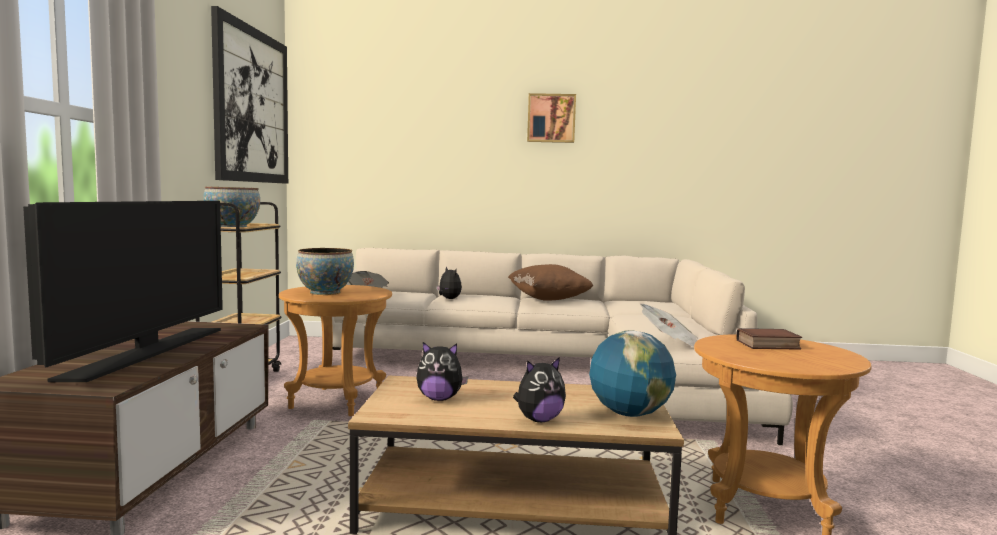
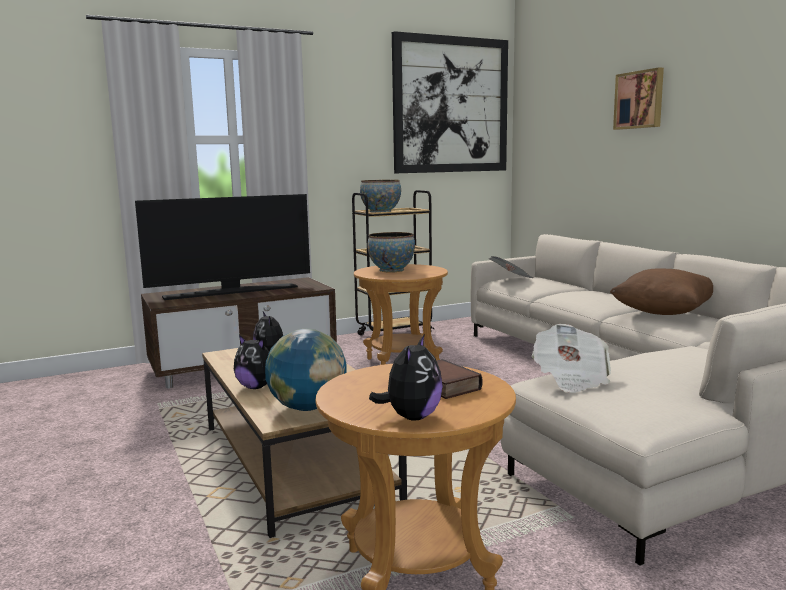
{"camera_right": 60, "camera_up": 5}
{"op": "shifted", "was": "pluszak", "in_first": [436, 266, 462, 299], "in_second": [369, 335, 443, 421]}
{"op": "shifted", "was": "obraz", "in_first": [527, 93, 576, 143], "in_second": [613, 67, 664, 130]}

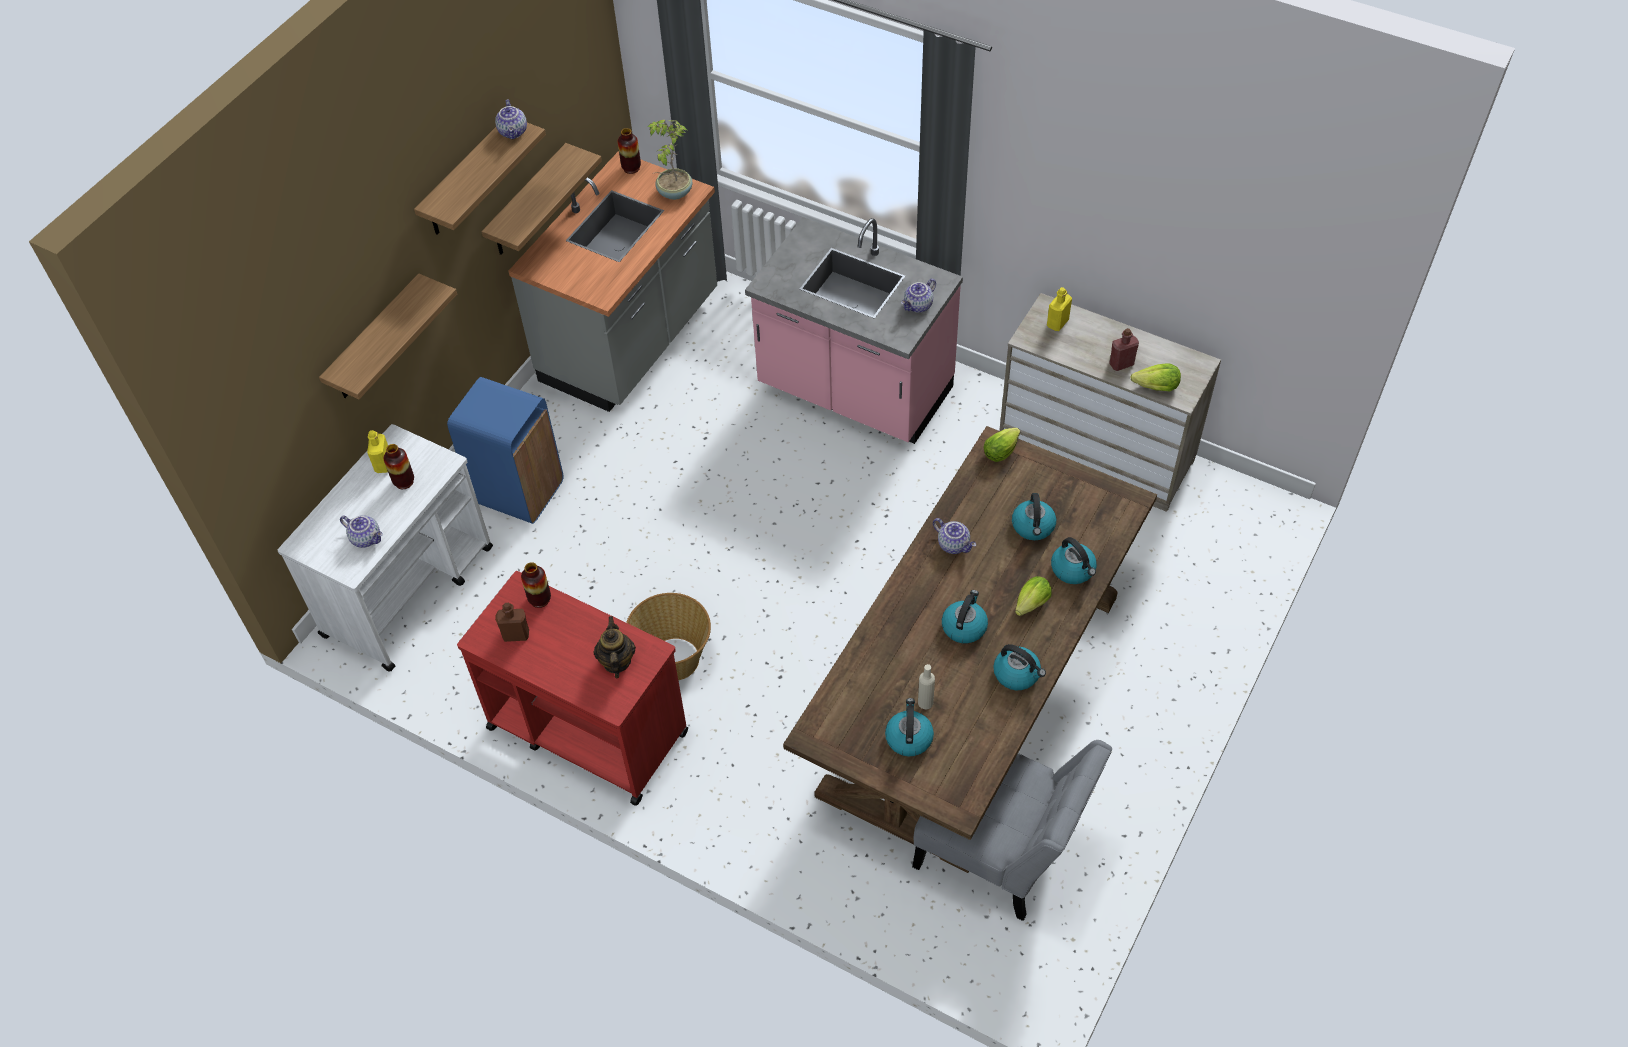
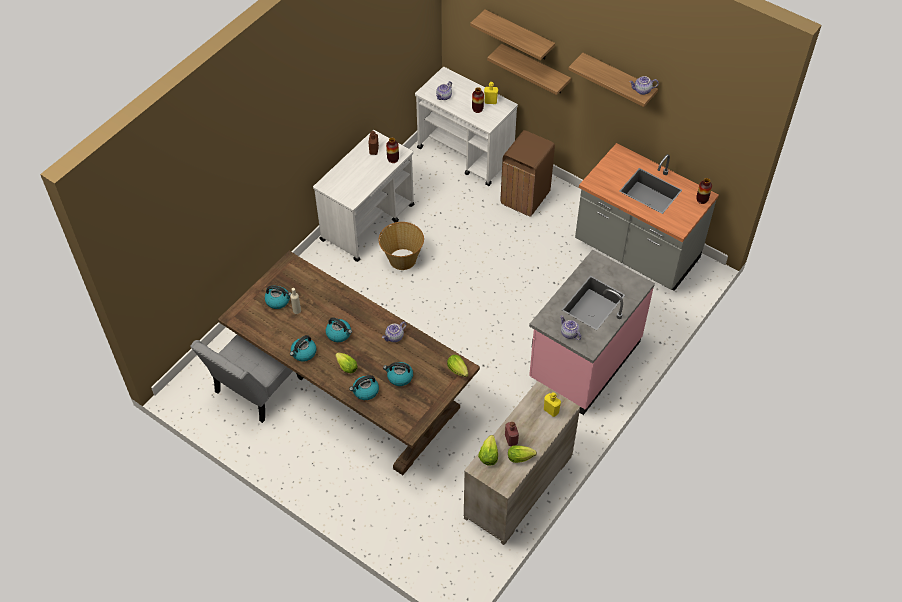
{"camera_right": 95, "camera_up": 0}
{"op": "repainted", "was": "wózek/czerwony", "now": "wózek/biały", "in_first": [457, 571, 689, 806], "in_second": [313, 130, 414, 262]}
{"op": "shifted", "was": "półka", "in_first": [481, 143, 602, 255], "in_second": [470, 10, 555, 60]}
{"op": "repainted", "was": "kosz na śmieci/niebieski", "now": "kosz na śmieci/brązowy", "in_first": [447, 377, 564, 524], "in_second": [501, 130, 555, 217]}
{"op": "new", "now": "sałata", "in_second": [508, 445, 537, 463]}
{"op": "gone", "was": "imbryk", "in_first": [594, 616, 636, 678]}
{"op": "gone", "was": "roślina doniczkowa", "in_first": [647, 120, 693, 200]}

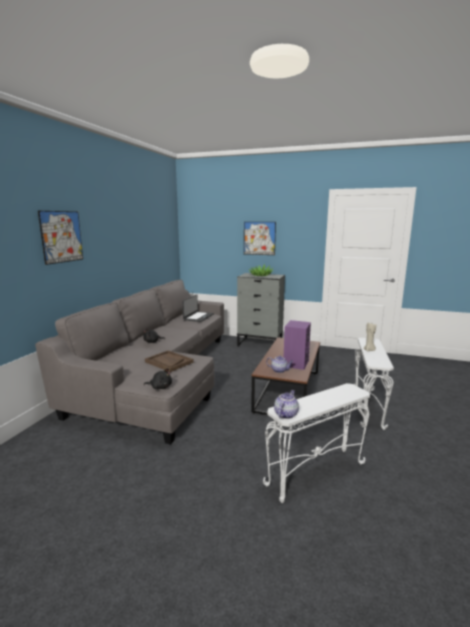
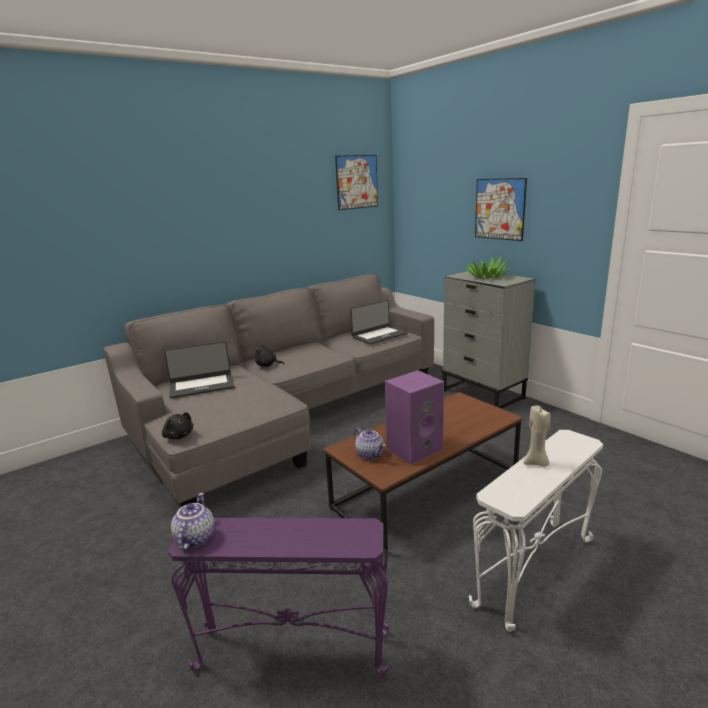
{"camera_right": 35, "camera_up": 5}
{"op": "new", "now": "laptop", "in_second": [164, 341, 234, 398]}
{"op": "repainted", "was": "stolik/biały", "now": "stolik/fioletowy", "in_first": [263, 383, 370, 503], "in_second": [168, 518, 389, 676]}
{"op": "rotated", "was": "imbryk", "in_first": [274, 390, 299, 419], "in_second": [171, 493, 215, 551], "clockwise": -60}
{"op": "shifted", "was": "obraz", "in_first": [38, 211, 83, 265], "in_second": [335, 155, 378, 210]}
{"op": "gone", "was": "taca/brązowy", "in_first": [145, 350, 193, 372]}

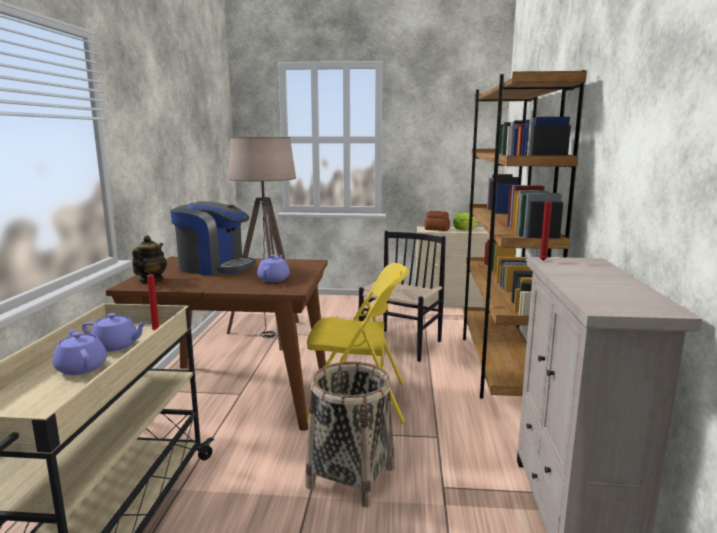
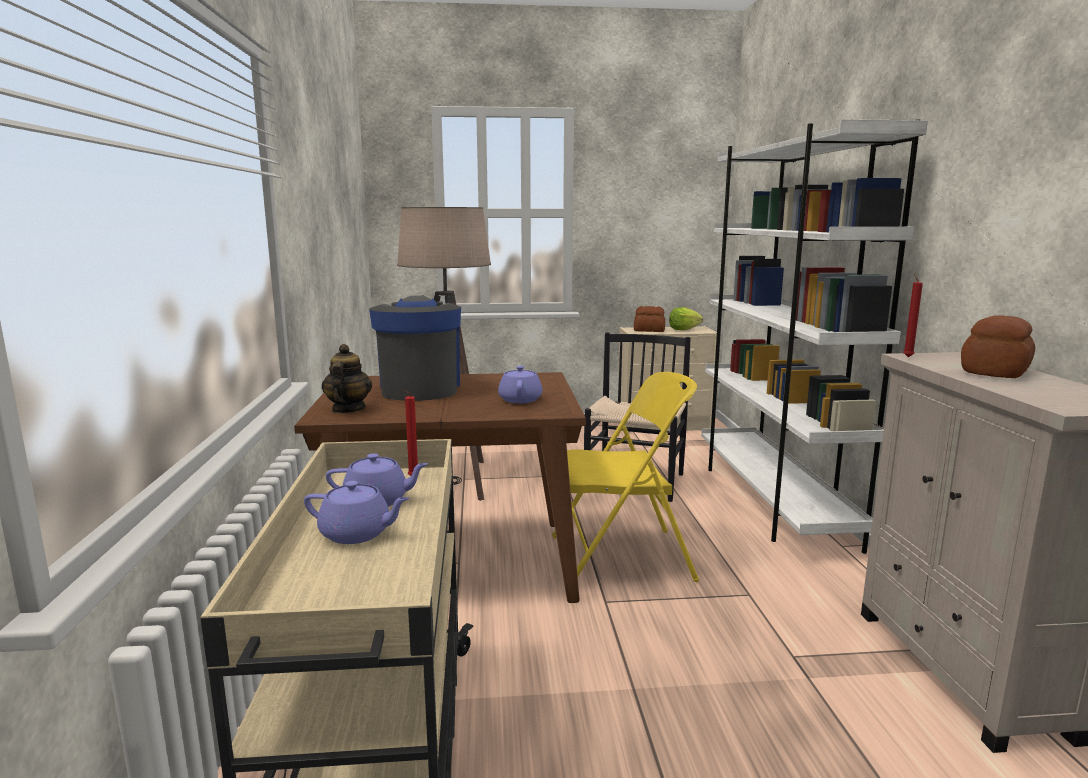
{"camera_right": -10, "camera_up": 0}
{"op": "rotated", "was": "imbryk/fioletowy", "in_first": [53, 329, 107, 375], "in_second": [304, 481, 410, 544], "clockwise": 150}
{"op": "rotated", "was": "ekspres do kawy", "in_first": [170, 201, 256, 276], "in_second": [369, 296, 461, 401], "clockwise": -105}
{"op": "repainted", "was": "regał/brązowy", "now": "regał/biały", "in_first": [463, 70, 587, 399], "in_second": [701, 119, 928, 554]}
{"op": "new", "now": "chleb", "in_second": [961, 315, 1035, 378]}
{"op": "gone", "was": "koszyk", "in_first": [305, 361, 395, 507]}

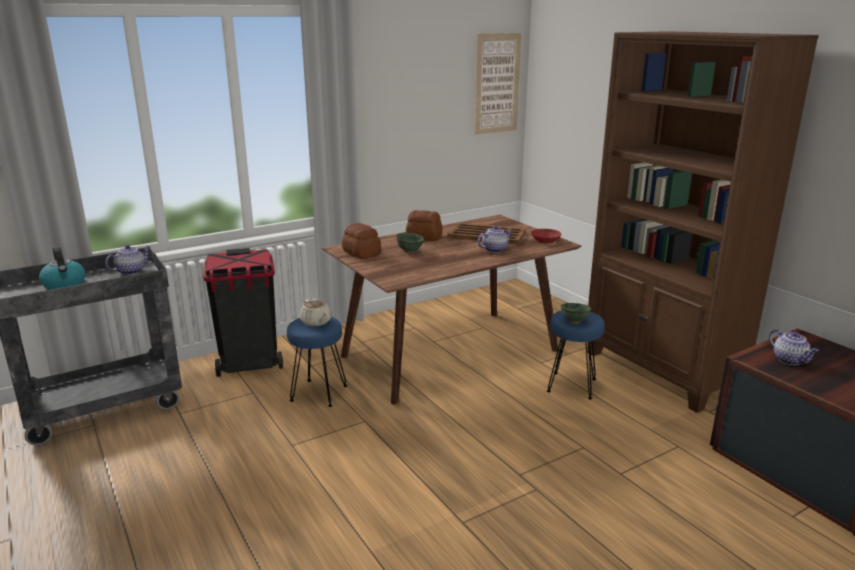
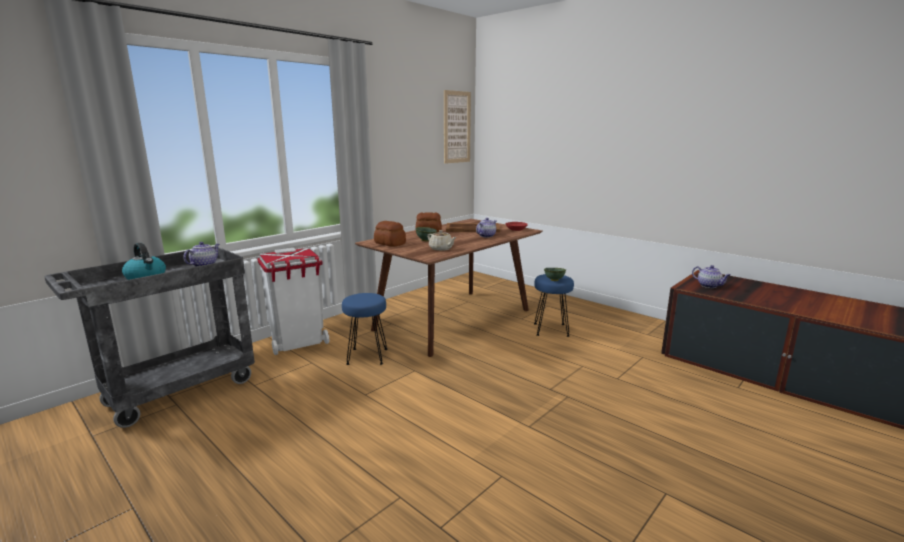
{"camera_right": -15, "camera_up": -5}
{"op": "repainted", "was": "kosz na śmieci/czarny", "now": "kosz na śmieci/biały", "in_first": [203, 248, 283, 377], "in_second": [257, 248, 329, 355]}
{"op": "shifted", "was": "imbryk/beżowy", "in_first": [300, 299, 332, 326], "in_second": [427, 230, 457, 251]}
{"op": "gone", "was": "regał/brązowy", "in_first": [587, 31, 819, 413]}

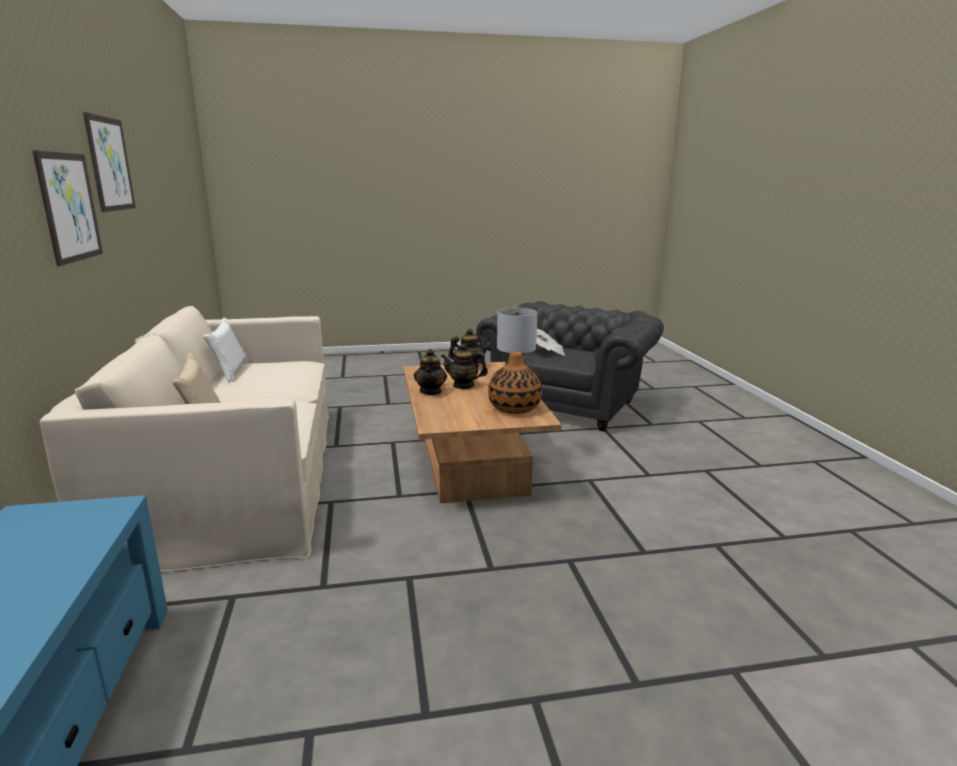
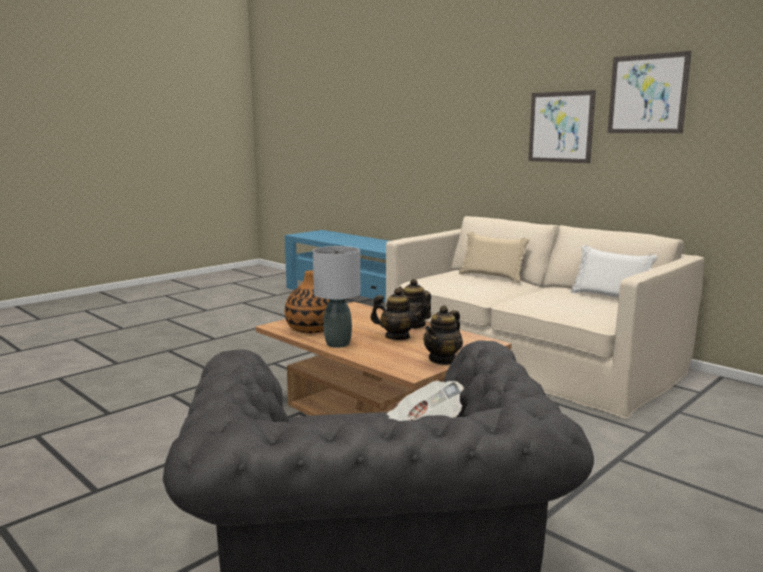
{"camera_right": 145, "camera_up": -5}
{"op": "rotated", "was": "imbryk", "in_first": [441, 344, 488, 389], "in_second": [370, 288, 425, 340], "clockwise": 45}

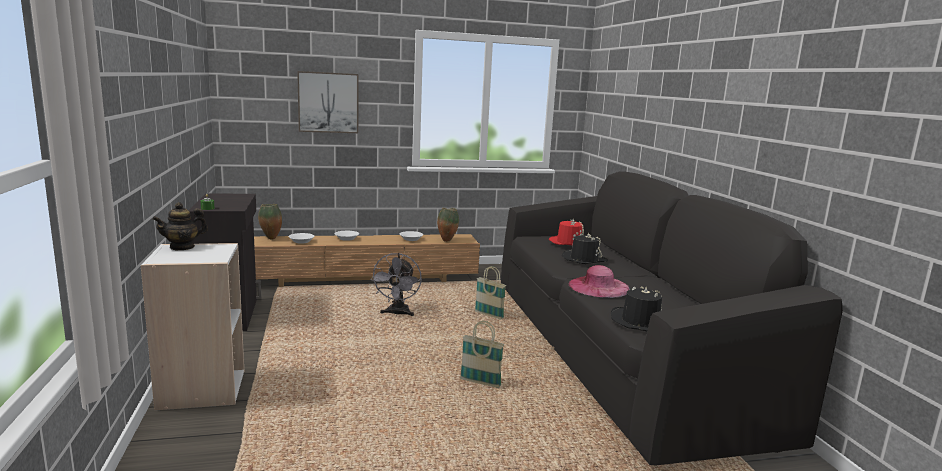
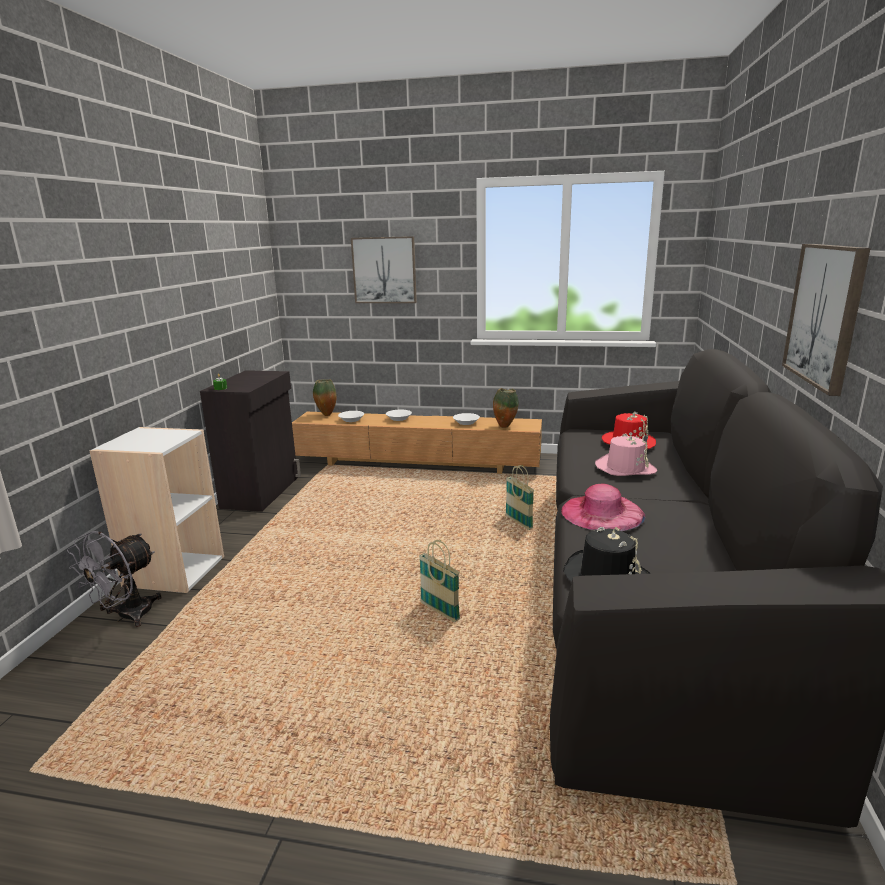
{"camera_right": 25, "camera_up": 5}
{"op": "shifted", "was": "wentylator/szary", "in_first": [371, 253, 422, 316], "in_second": [67, 531, 162, 627]}
{"op": "repainted", "was": "kapelusz/czarny", "now": "kapelusz/różowy", "in_first": [562, 233, 608, 264], "in_second": [595, 434, 657, 476]}
{"op": "new", "now": "obraz", "in_second": [782, 244, 871, 396]}
{"op": "gone", "was": "imbryk", "in_first": [153, 202, 208, 250]}

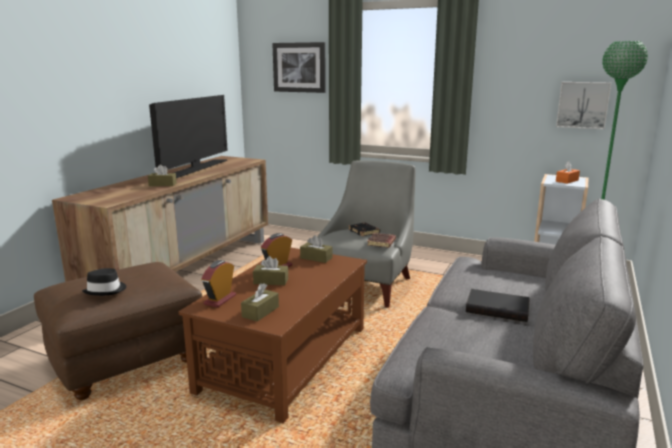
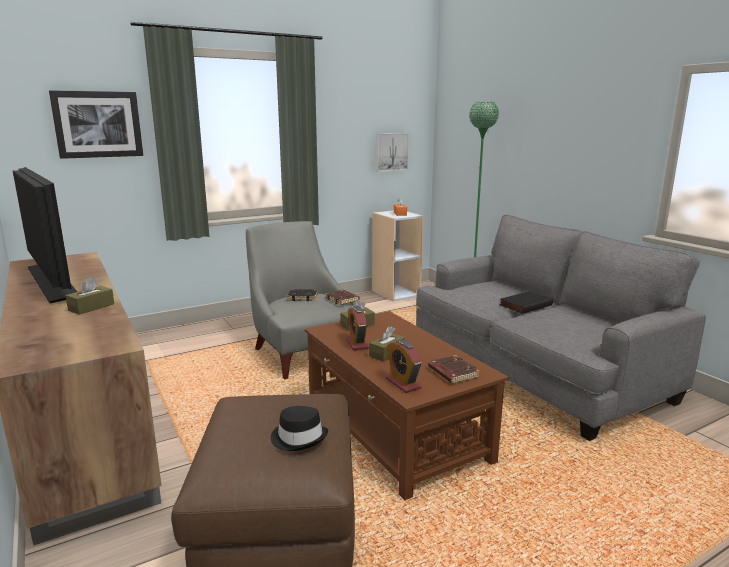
{"camera_right": -55, "camera_up": 0}
{"op": "swapped", "was": "pudełko chusteczek/brązowy", "now": "książka/brązowy", "in_first": [241, 283, 279, 322], "in_second": [428, 355, 480, 384]}

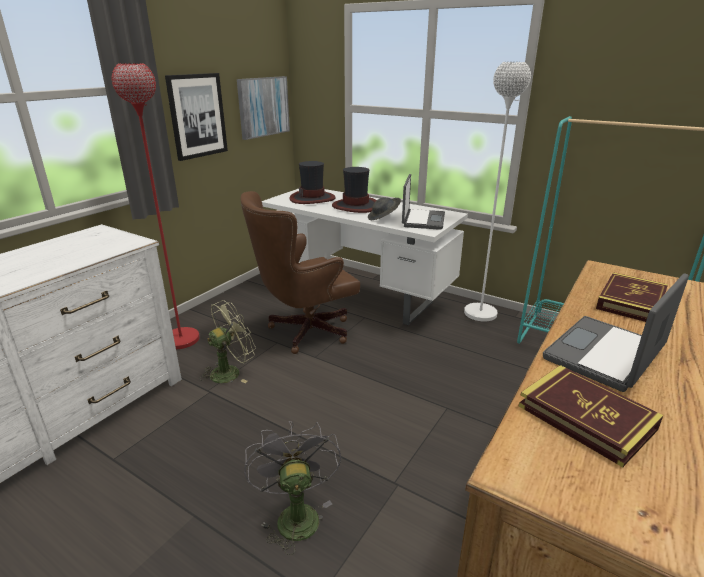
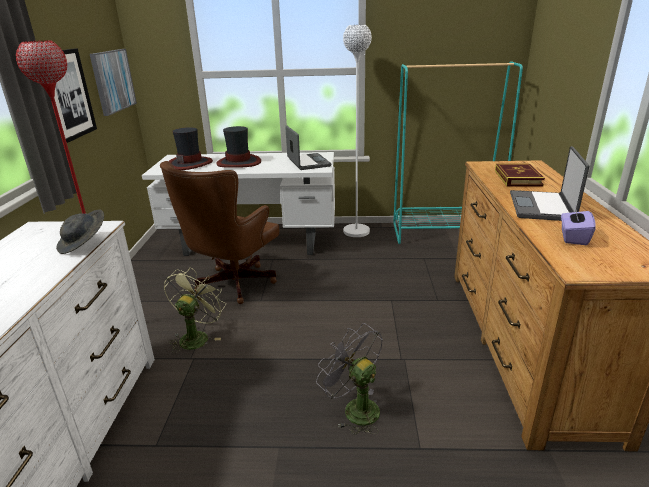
{"camera_right": -30, "camera_up": 0}
{"op": "shifted", "was": "kapelusz/szary", "in_first": [368, 197, 401, 220], "in_second": [56, 210, 104, 254]}
{"op": "swapped", "was": "książka", "now": "pudełko chusteczek/fioletowy", "in_first": [519, 365, 664, 467], "in_second": [561, 204, 595, 245]}

